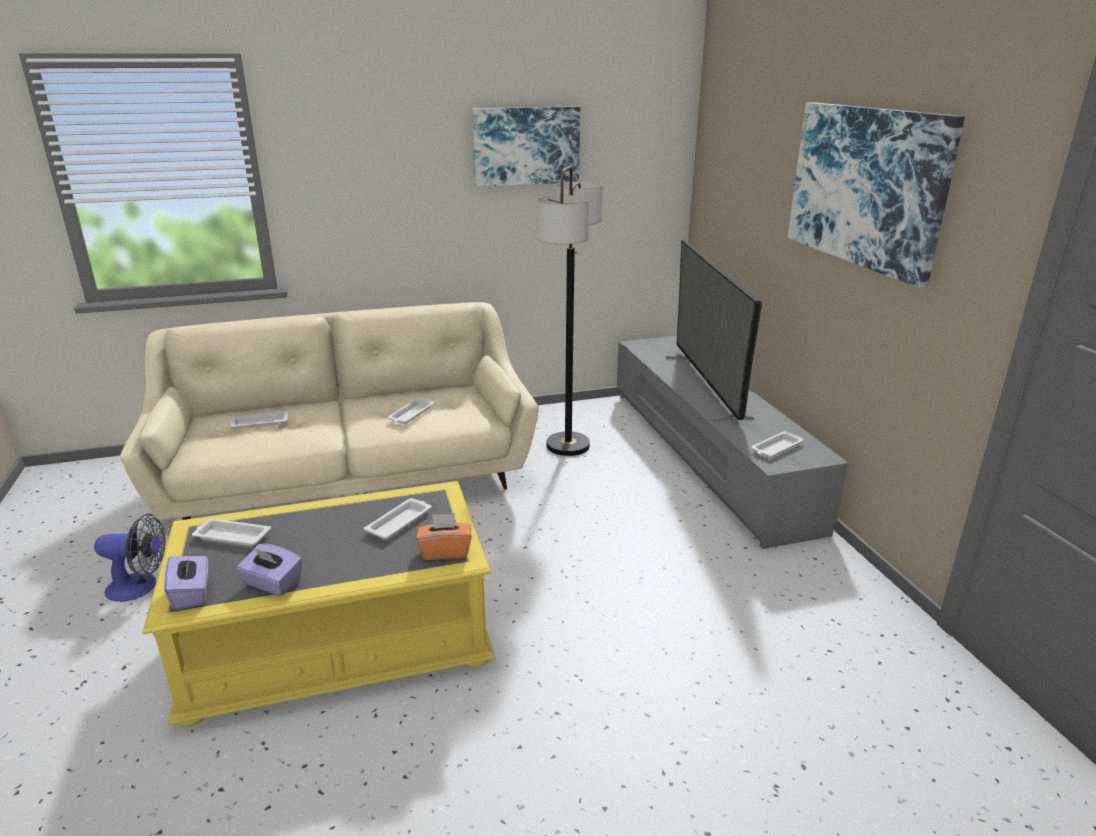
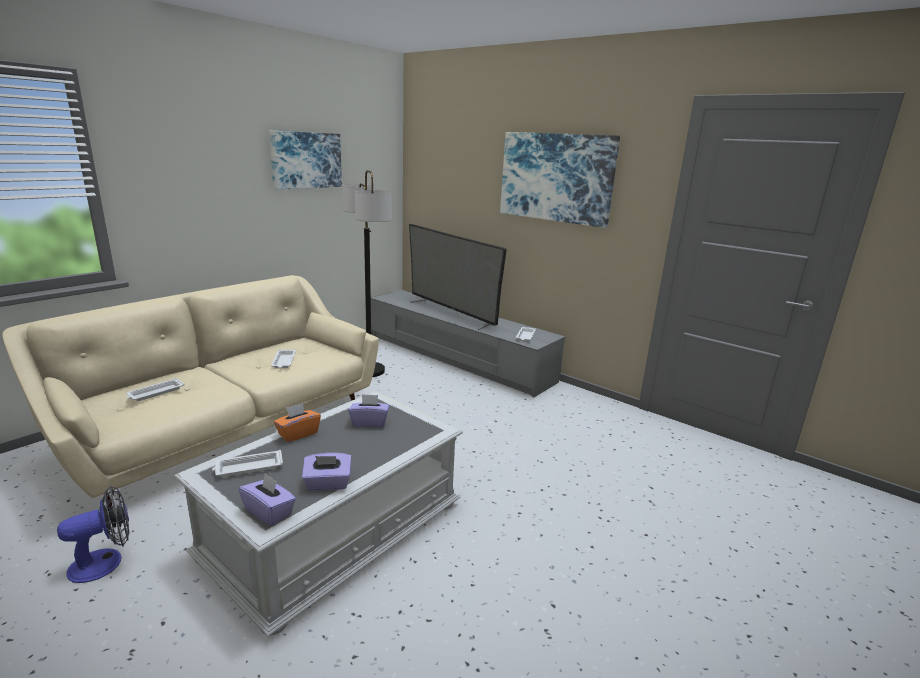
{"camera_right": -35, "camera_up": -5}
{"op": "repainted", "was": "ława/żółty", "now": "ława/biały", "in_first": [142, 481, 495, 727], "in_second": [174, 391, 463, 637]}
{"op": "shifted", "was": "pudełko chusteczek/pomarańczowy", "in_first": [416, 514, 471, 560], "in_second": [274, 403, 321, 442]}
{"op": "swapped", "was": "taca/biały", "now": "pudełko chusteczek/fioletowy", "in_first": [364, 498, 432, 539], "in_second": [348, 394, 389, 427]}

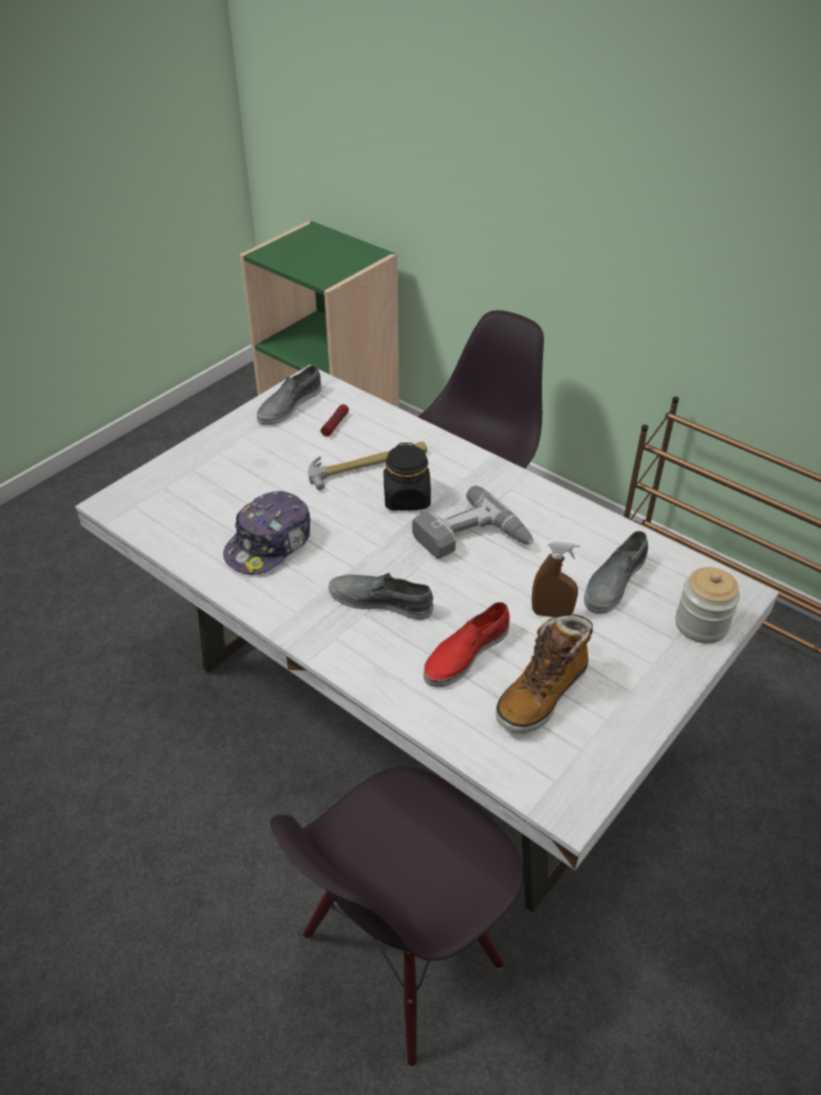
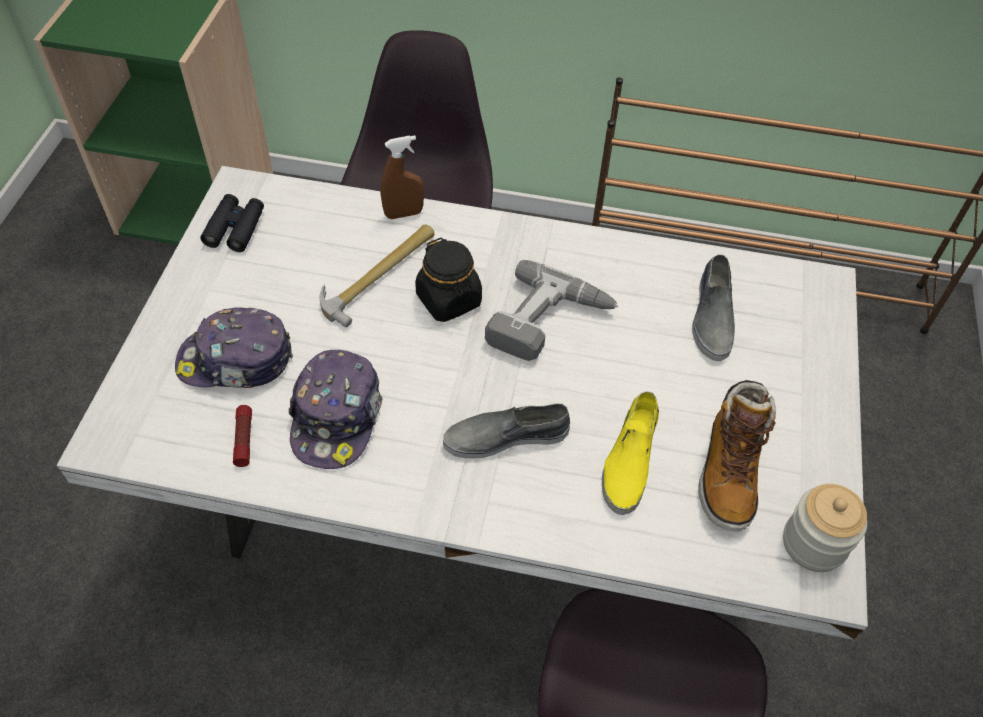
{"camera_right": -30, "camera_up": 10}
{"op": "new", "now": "czapka z daszkiem", "in_second": [175, 307, 293, 388]}
{"op": "swapped", "was": "but/szary", "now": "lornetka/czarny", "in_first": [257, 365, 321, 425], "in_second": [200, 194, 264, 252]}
{"op": "shifted", "was": "latarka", "in_first": [321, 404, 349, 437], "in_second": [233, 405, 252, 467]}
{"op": "shifted", "was": "spryskiwacz/brązowy", "in_first": [531, 539, 580, 617], "in_second": [381, 135, 424, 219]}
{"op": "repainted", "was": "but/czerwony", "now": "but/żółty", "in_first": [423, 602, 510, 687], "in_second": [602, 391, 659, 515]}
{"op": "shifted", "was": "słoik", "in_first": [675, 567, 740, 644], "in_second": [783, 484, 867, 572]}

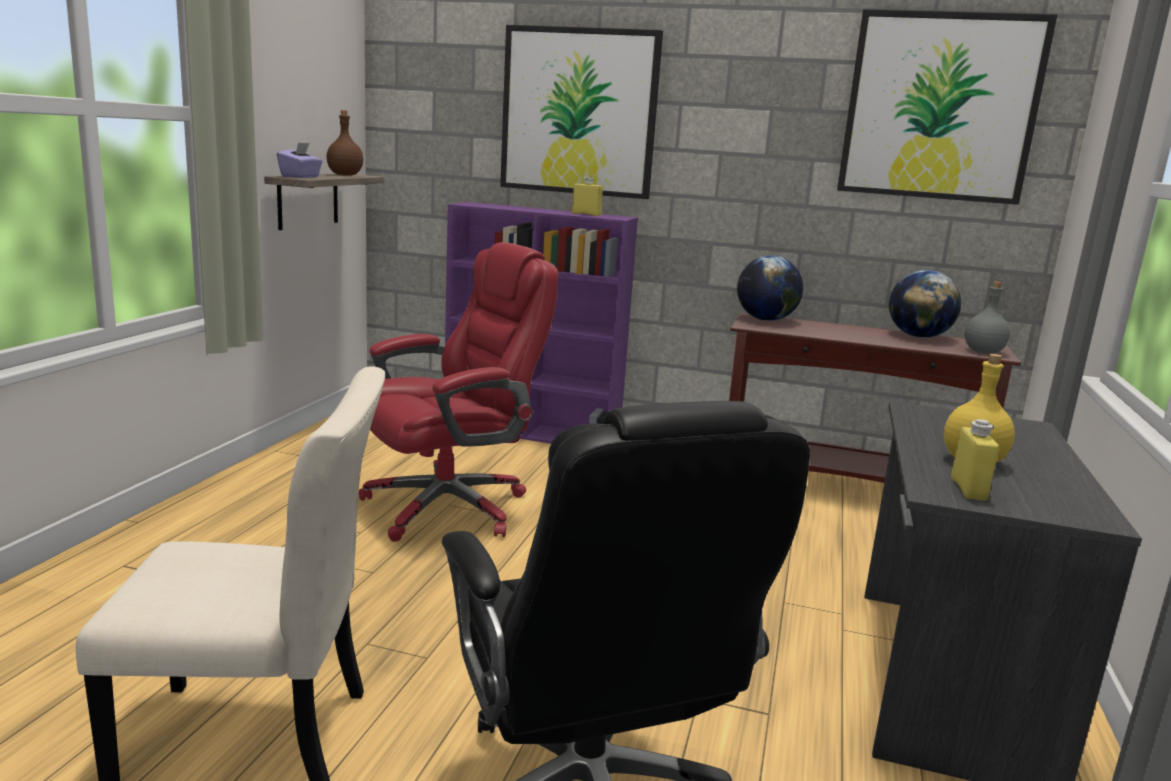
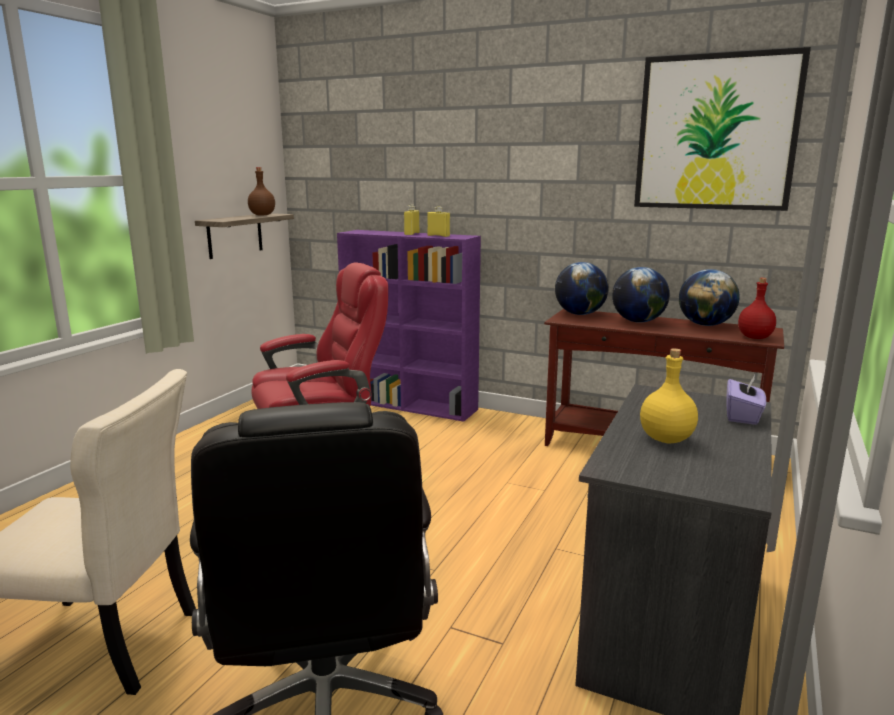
{"camera_right": 10, "camera_up": 0}
{"op": "shifted", "was": "butelka/żółty", "in_first": [951, 419, 999, 501], "in_second": [404, 205, 419, 235]}
{"op": "new", "now": "globus", "in_second": [612, 267, 670, 323]}
{"op": "shifted", "was": "pudełko chusteczek/fioletowy", "in_first": [277, 142, 323, 178], "in_second": [726, 373, 766, 425]}
{"op": "repainted", "was": "butelka/szary", "now": "butelka/czerwony", "in_first": [965, 281, 1010, 354], "in_second": [738, 278, 776, 339]}
{"op": "gone", "was": "obraz", "in_first": [500, 25, 663, 199]}

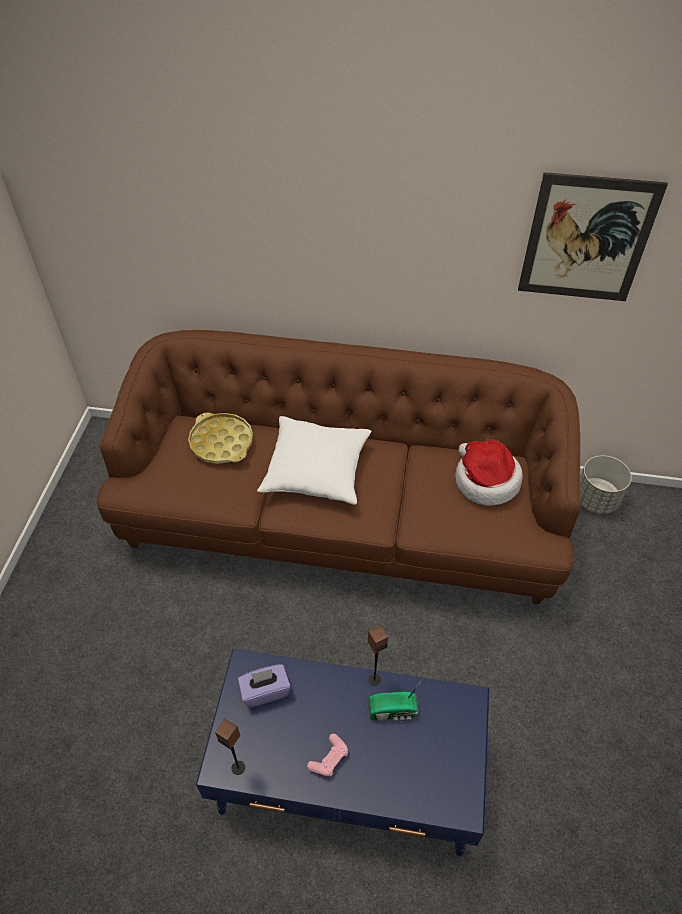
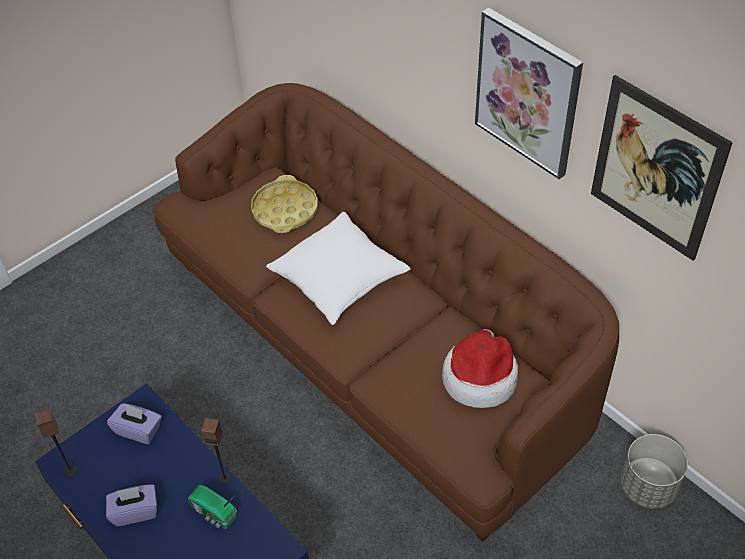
{"camera_right": 40, "camera_up": 0}
{"op": "swapped", "was": "pad do gier/różowy", "now": "pudełko chusteczek/fioletowy", "in_first": [307, 733, 348, 776], "in_second": [106, 484, 157, 527]}
{"op": "new", "now": "obraz", "in_second": [475, 8, 583, 179]}

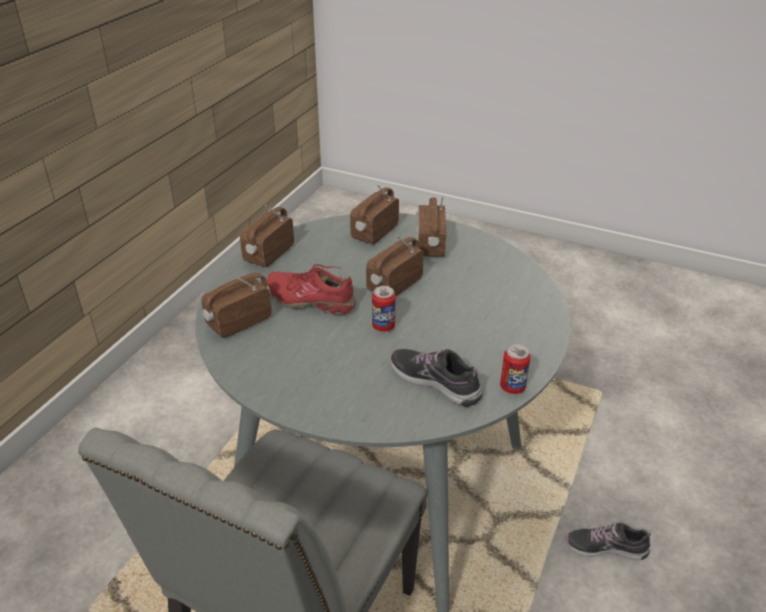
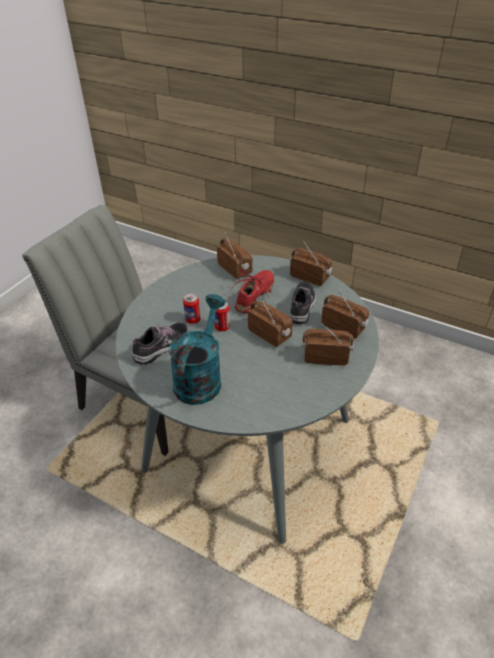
{"camera_right": 95, "camera_up": 5}
{"op": "new", "now": "konewka/turkusowy", "in_second": [169, 294, 226, 405]}
{"op": "shifted", "was": "puszka", "in_first": [500, 344, 531, 394], "in_second": [183, 293, 201, 324]}
{"op": "shifted", "was": "but", "in_first": [566, 523, 651, 560], "in_second": [290, 281, 316, 324]}

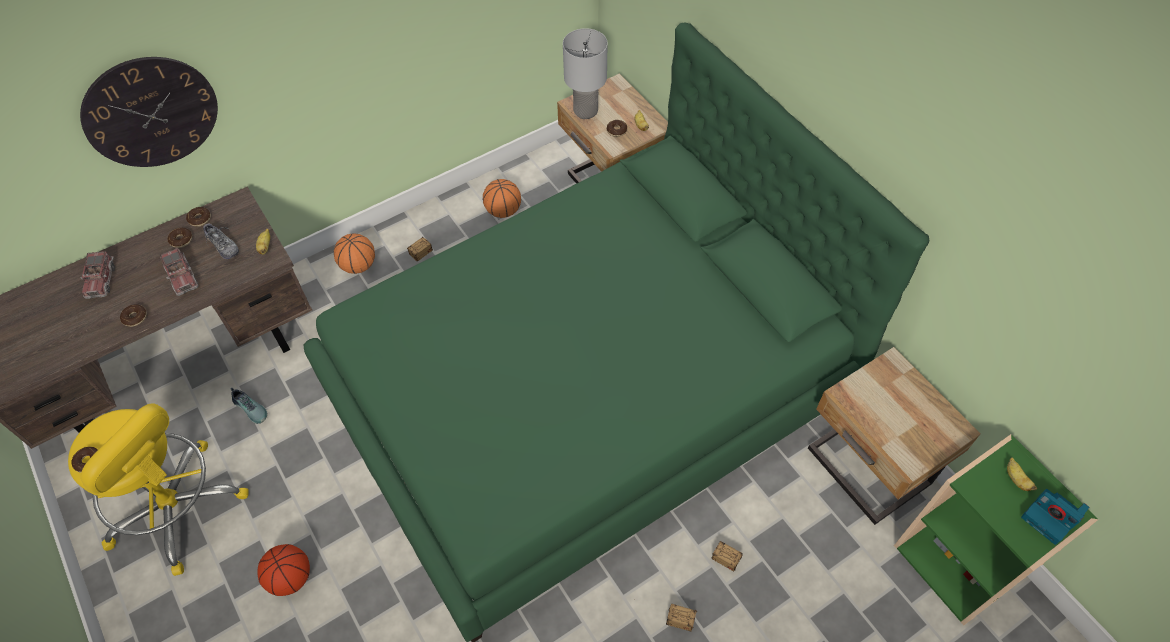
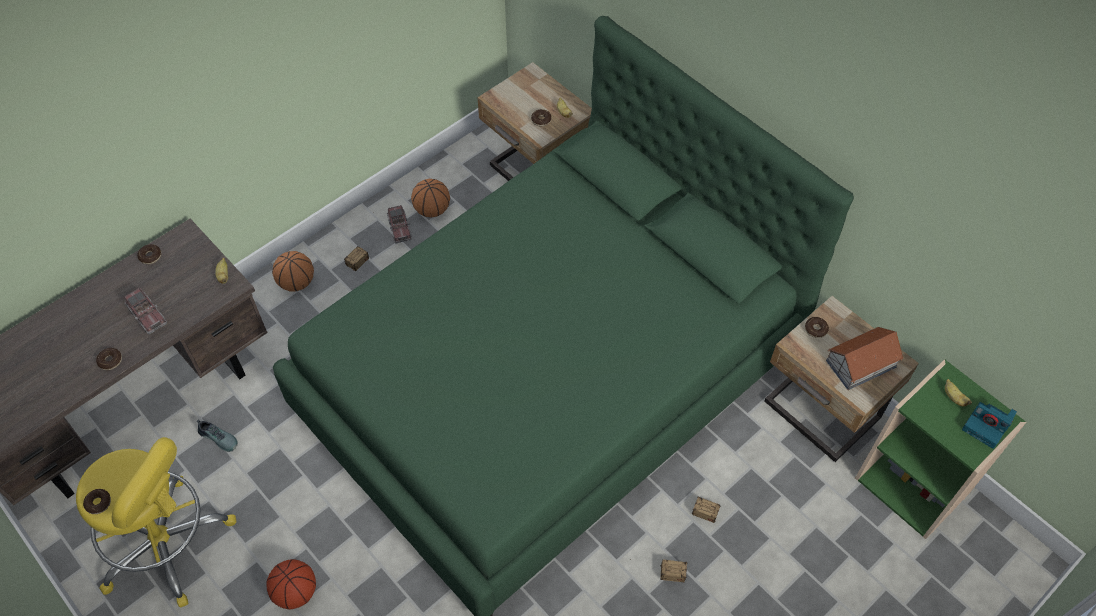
{"camera_right": -10, "camera_up": 0}
{"op": "shifted", "was": "ciężarówka zabawkowa", "in_first": [80, 251, 115, 299], "in_second": [387, 205, 412, 244]}
{"op": "shifted", "was": "donut", "in_first": [167, 228, 192, 248], "in_second": [805, 317, 829, 338]}
{"op": "new", "now": "domek", "in_second": [826, 327, 904, 390]}
{"op": "gone", "was": "zegar ścienny", "in_first": [80, 57, 218, 167]}
{"op": "gone", "was": "but", "in_first": [203, 223, 239, 259]}
{"op": "gone", "was": "lampa stołowa/szary", "in_first": [563, 28, 608, 119]}

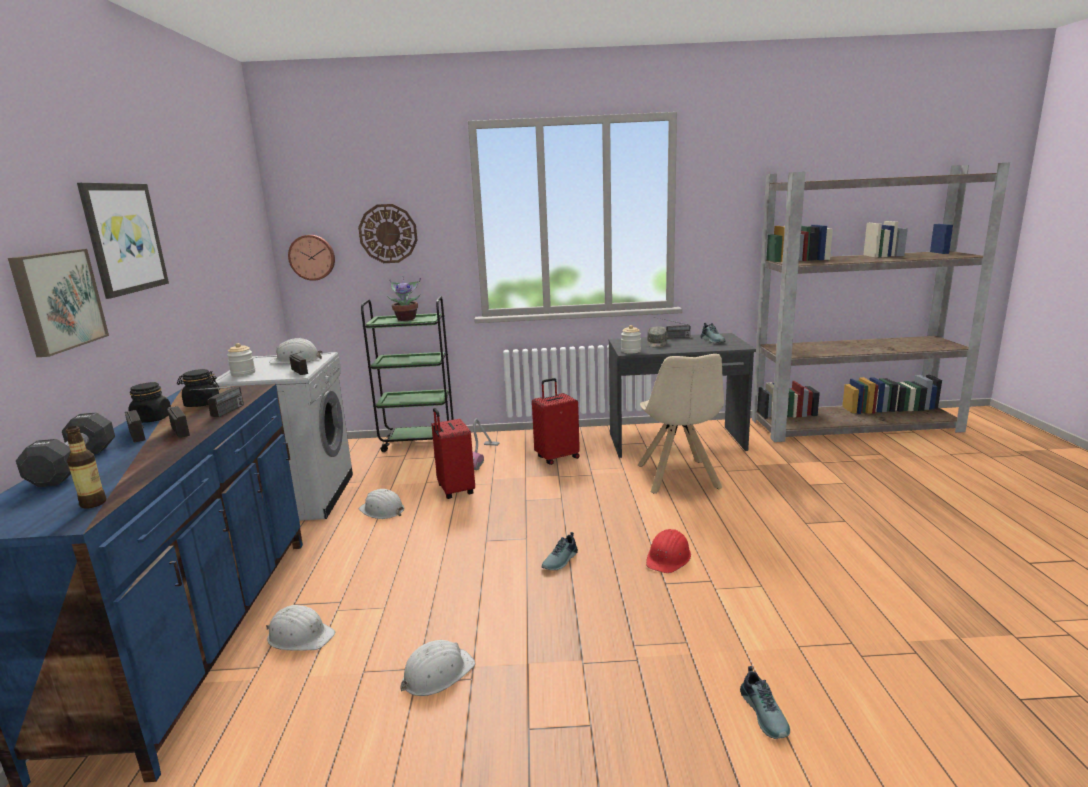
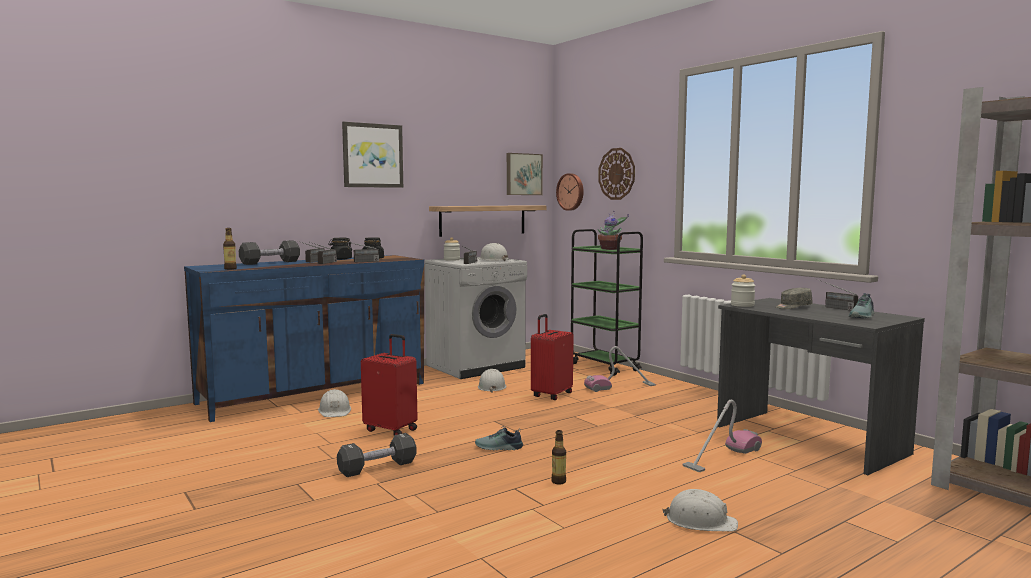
{"camera_right": 55, "camera_up": -10}
{"op": "new", "now": "hantel/czarny", "in_second": [337, 433, 416, 477]}
{"op": "shifted", "was": "walizka/czerwony", "in_first": [532, 378, 580, 465], "in_second": [361, 334, 418, 436]}
{"op": "new", "now": "półka", "in_second": [429, 205, 546, 237]}
{"op": "shifted", "was": "obraz", "in_first": [8, 249, 109, 357], "in_second": [507, 153, 543, 195]}
{"op": "swapped", "was": "kask/czerwony", "now": "butelka", "in_first": [646, 529, 691, 573], "in_second": [552, 430, 566, 485]}
{"op": "shifted", "was": "kask/biały", "in_first": [400, 640, 475, 696], "in_second": [663, 489, 738, 532]}
{"op": "swapped", "was": "krzesło/beżowy", "now": "odkurzacz", "in_first": [637, 354, 724, 494], "in_second": [683, 400, 762, 472]}
{"op": "gone", "was": "but", "in_first": [740, 666, 790, 739]}

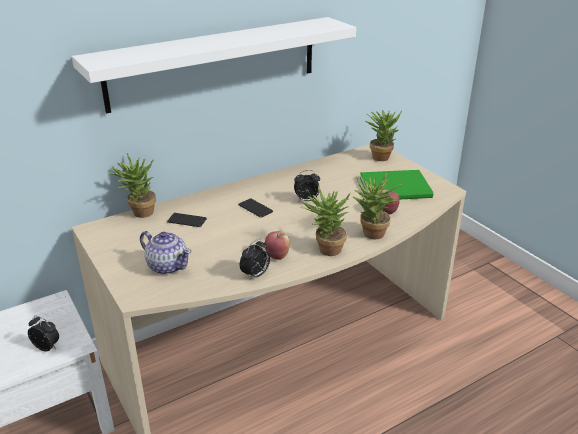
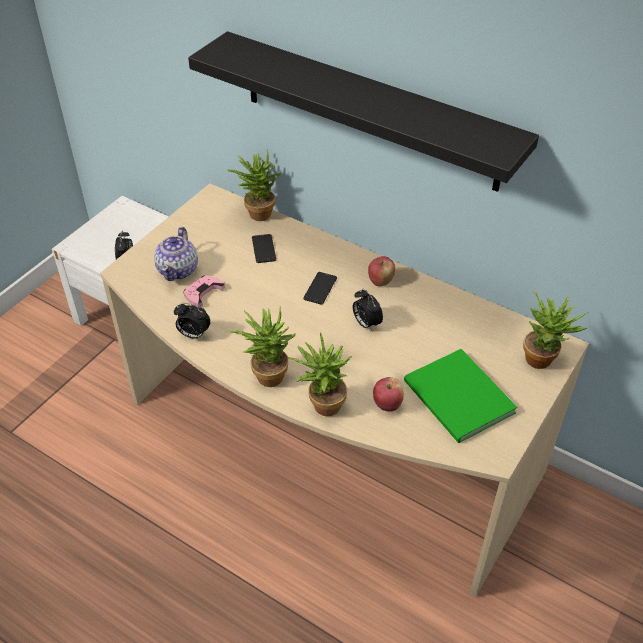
{"camera_right": 65, "camera_up": 15}
{"op": "new", "now": "pad do gier/różowy", "in_second": [183, 275, 225, 307]}
{"op": "repainted", "was": "półka/biały", "now": "półka/czarny", "in_first": [72, 17, 356, 114], "in_second": [188, 31, 539, 192]}
{"op": "shifted", "was": "jabłko", "in_first": [265, 231, 289, 260], "in_second": [368, 256, 395, 286]}

